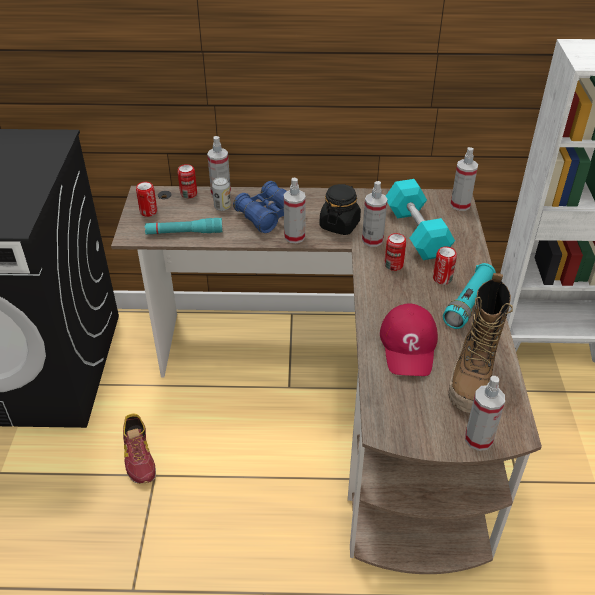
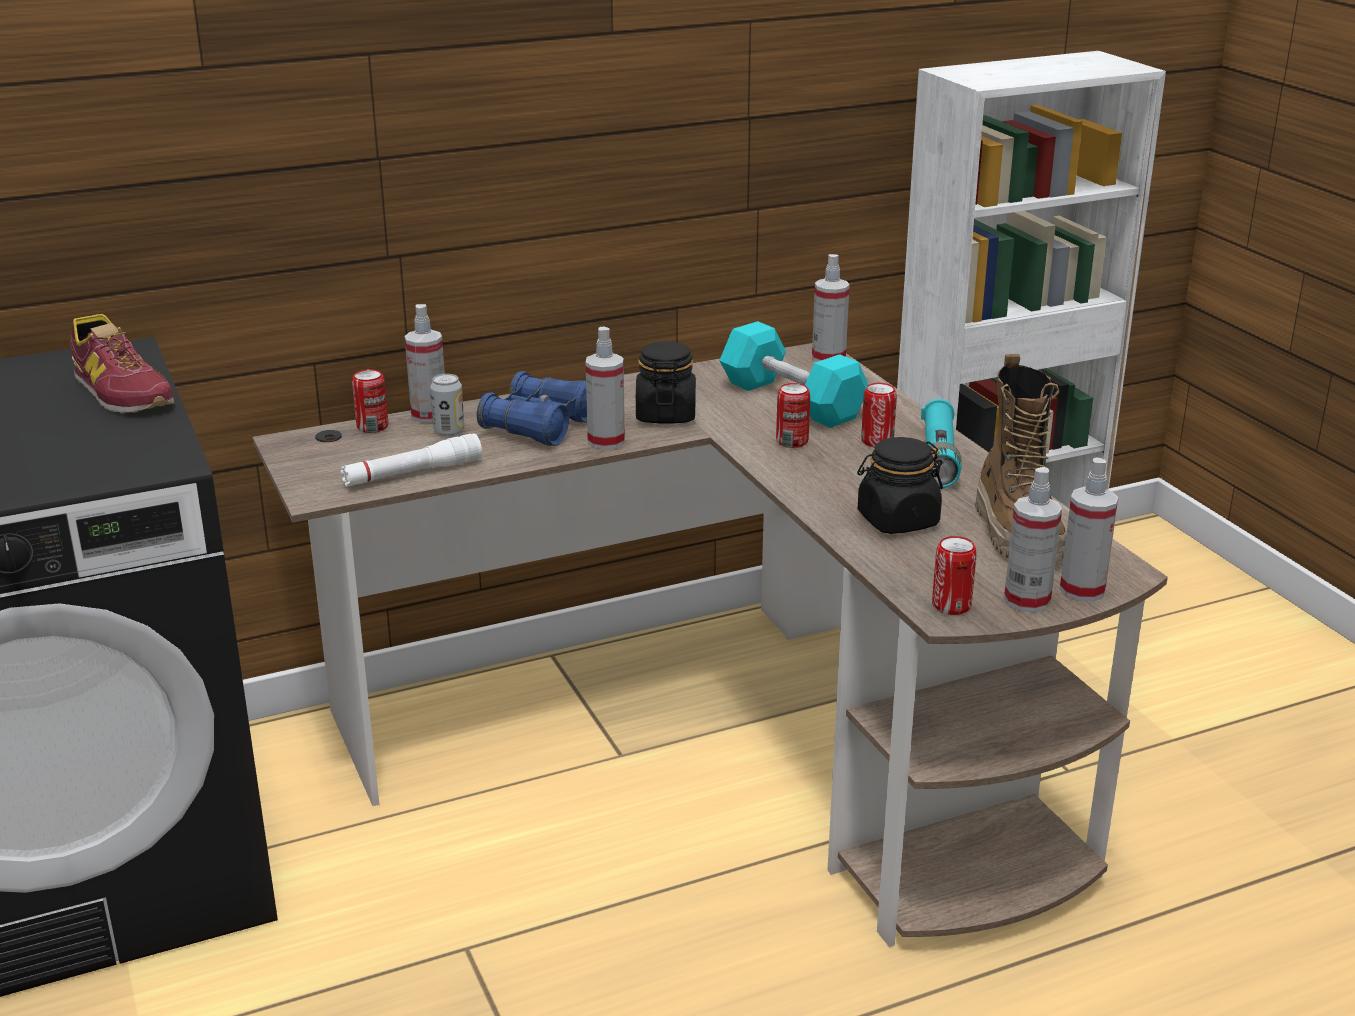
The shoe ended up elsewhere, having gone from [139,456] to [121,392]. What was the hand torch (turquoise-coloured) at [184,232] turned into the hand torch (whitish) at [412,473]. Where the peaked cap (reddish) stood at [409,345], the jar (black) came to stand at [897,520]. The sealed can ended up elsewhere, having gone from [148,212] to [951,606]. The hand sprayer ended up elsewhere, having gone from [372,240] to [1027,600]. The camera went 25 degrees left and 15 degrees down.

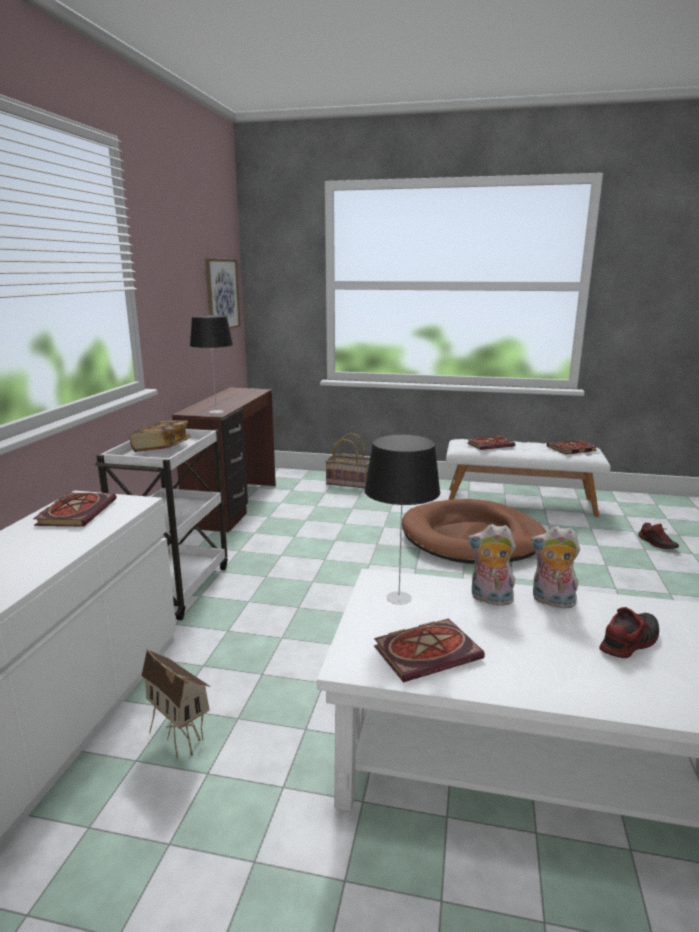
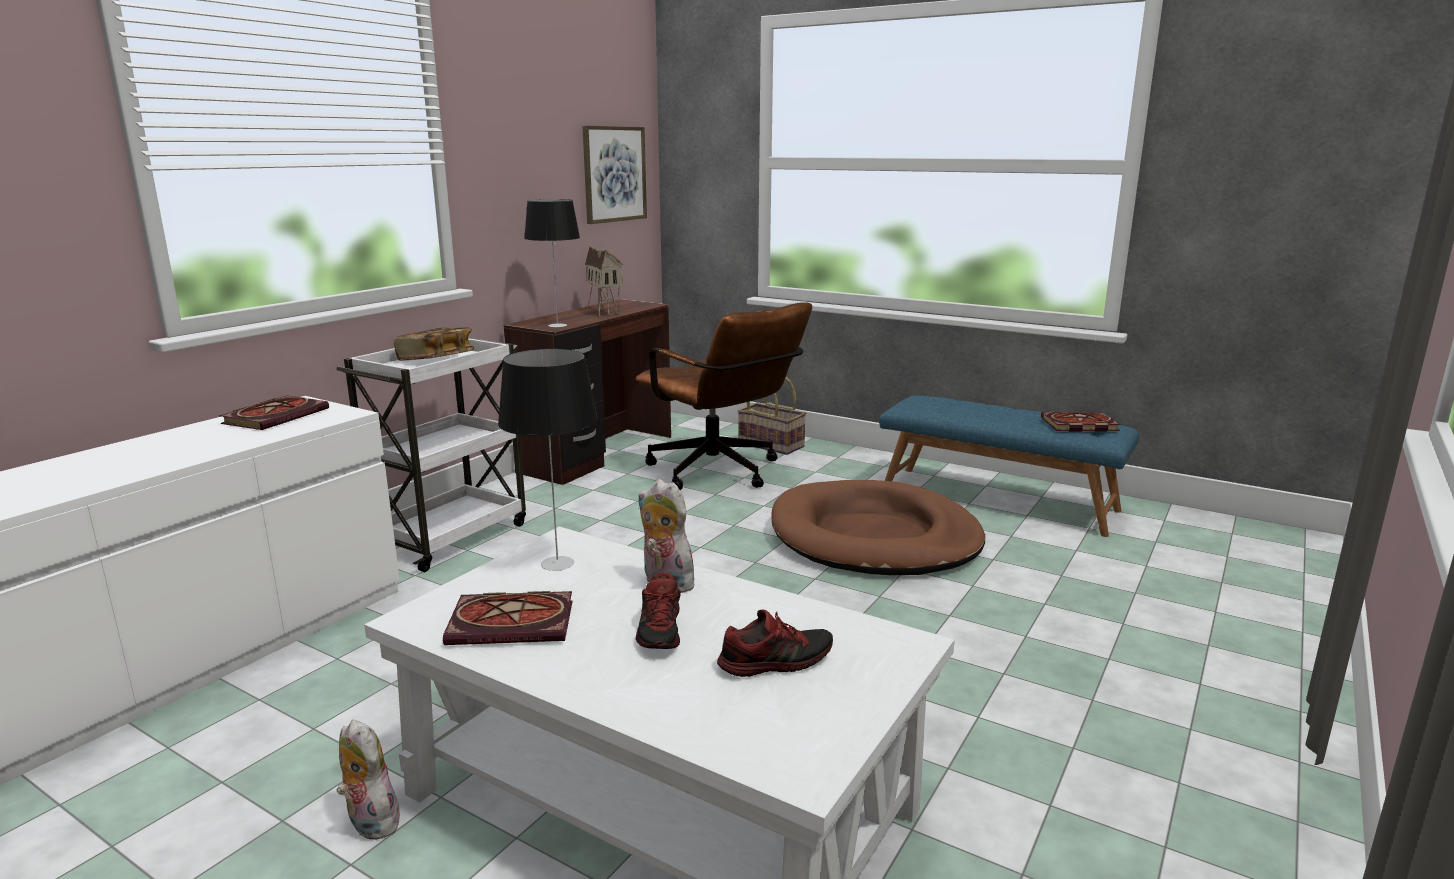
The soft toy ended up elsewhere, having gone from [551,601] to [369,822]. The toy house ended up elsewhere, having gone from [180,738] to [605,313]. The second view gained the office chair (brown-coloured) at [721,474]. The shoe ended up elsewhere, having gone from [657,543] to [661,630]. What was the long seat (whitish) at [519,501] turned into the long seat (blue) at [998,499]. The second view lost the bound book at [490,444]. The camera went 20 degrees right and 0 degrees up.

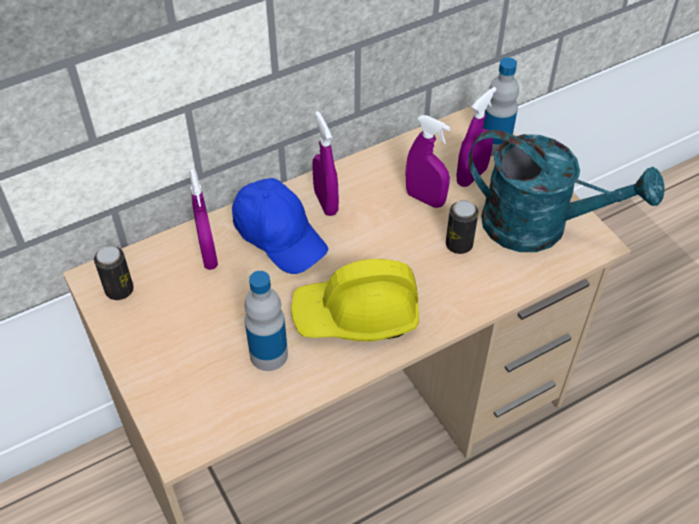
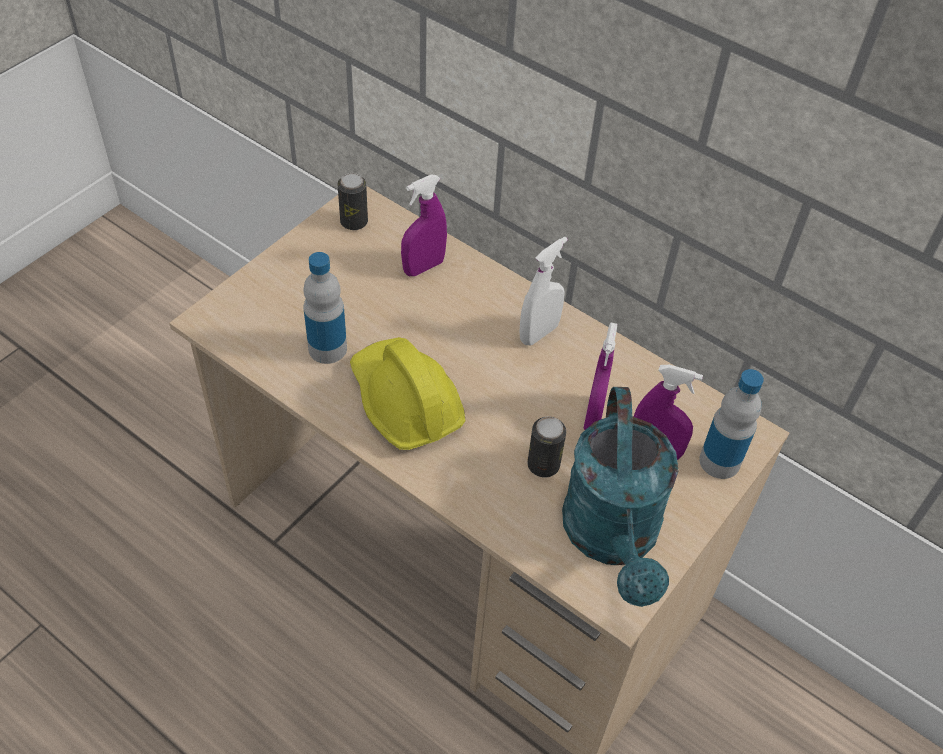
What was the hand sprayer (purple) at [326,202] turned into the hand sprayer (whitish) at [539,333]. The second view lost the peaked cap (blue) at [280,236]. The camera went 65 degrees right and 0 degrees up.

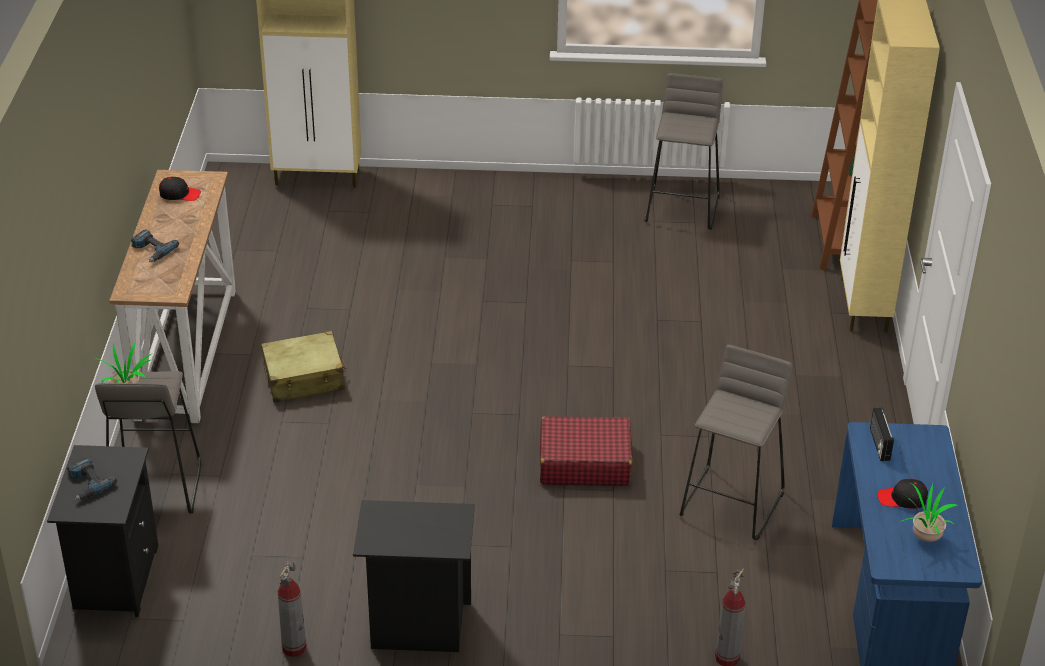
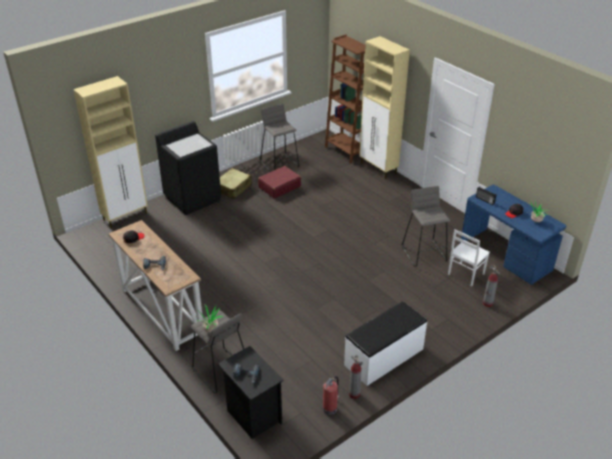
The second view gained the washing machine (black) at [193,198]. The suitcase (beige-coloured) ended up elsewhere, having gone from [304,378] to [233,188]. The suitcase (reddish) ended up elsewhere, having gone from [584,463] to [279,187]. The second view gained the extinguisher at [330,408]. Where the bedside table (black) stood at [416,626], the long seat (whitish) came to stand at [384,357]. The second view gained the plain chair (whitish) at [465,274]. The camera went 40 degrees left and 0 degrees up.

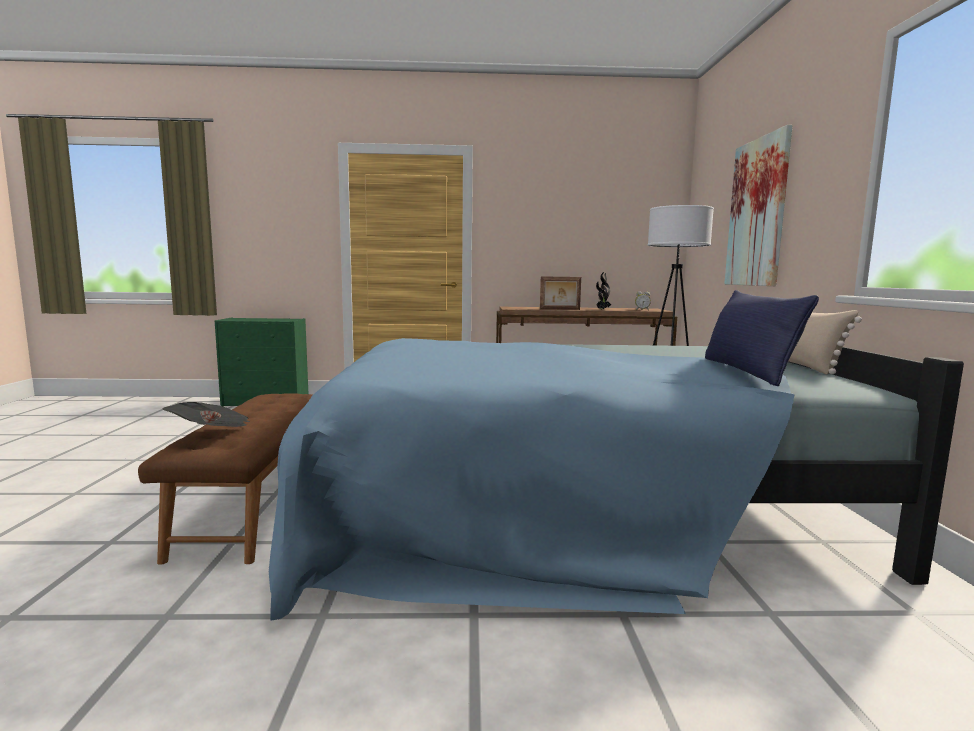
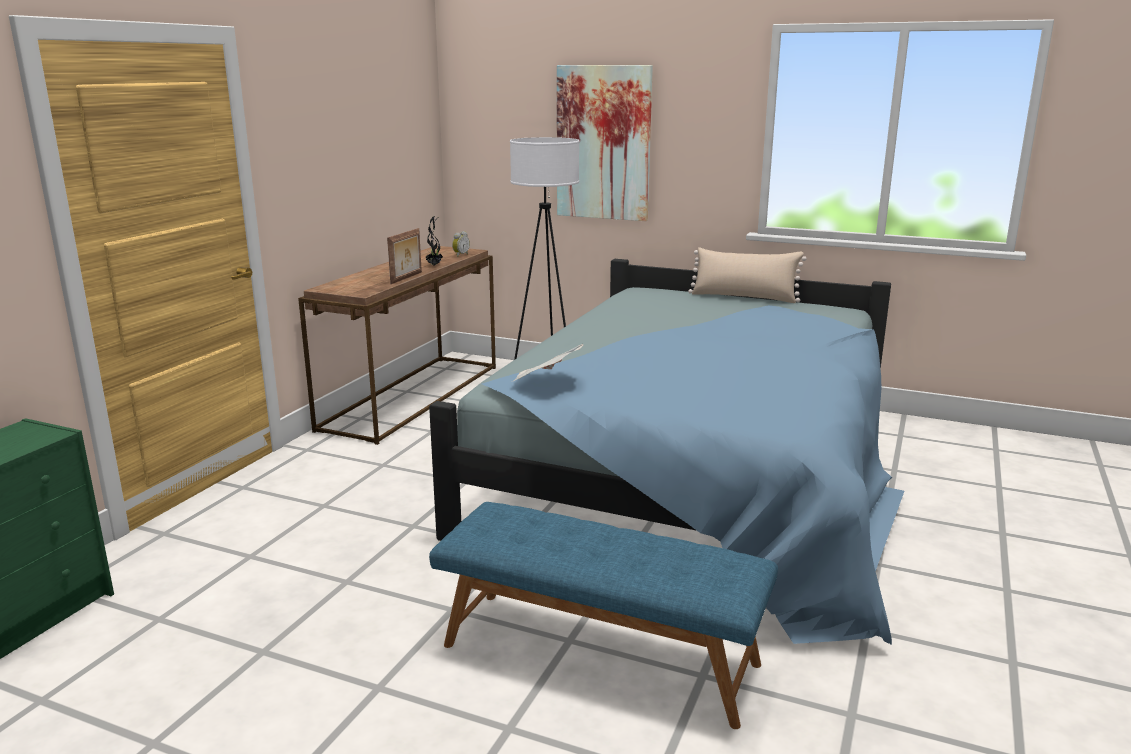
What was the long seat (brown-coloured) at [260,504] turned into the long seat (blue) at [600,653]. The daily paper ended up elsewhere, having gone from [213,436] to [546,382]. The second view lost the pillow (blue) at [747,371]. The camera went 65 degrees left and 10 degrees up.

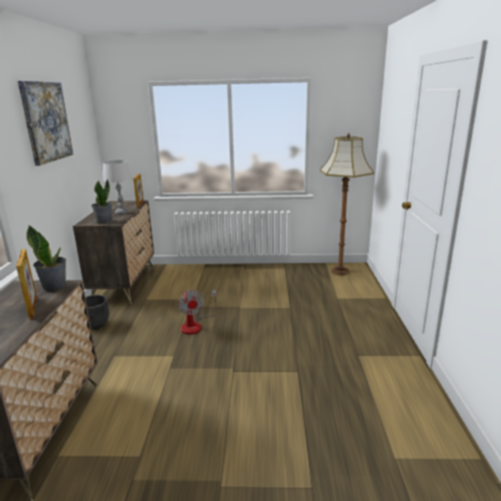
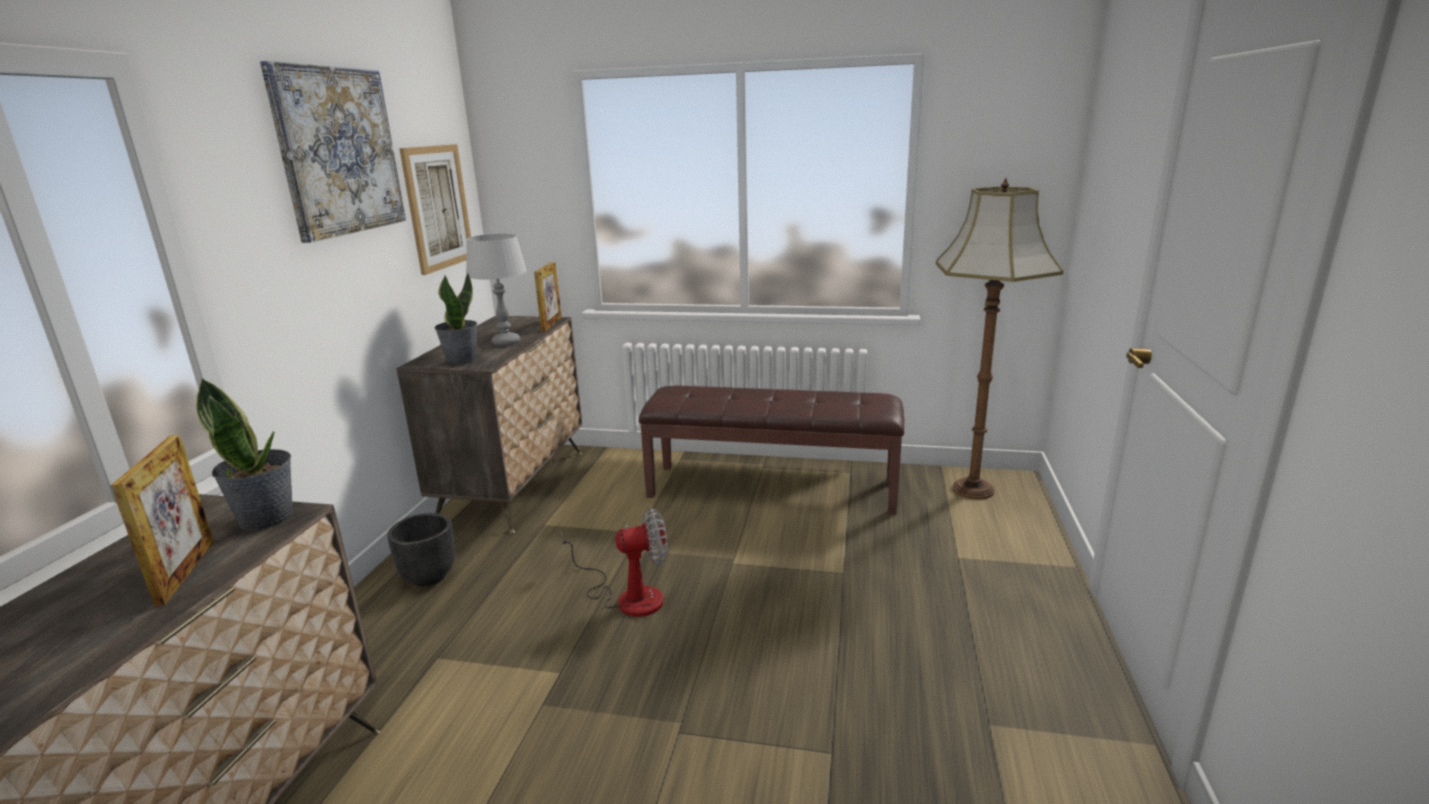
The second view gained the wall picture at [438,207]. The cooling fan at [195,324] ended up facing another way, 90 degrees counterclockwise from before. The second view gained the long seat (brown-coloured) at [772,488]. The camera went 10 degrees right and 0 degrees up.

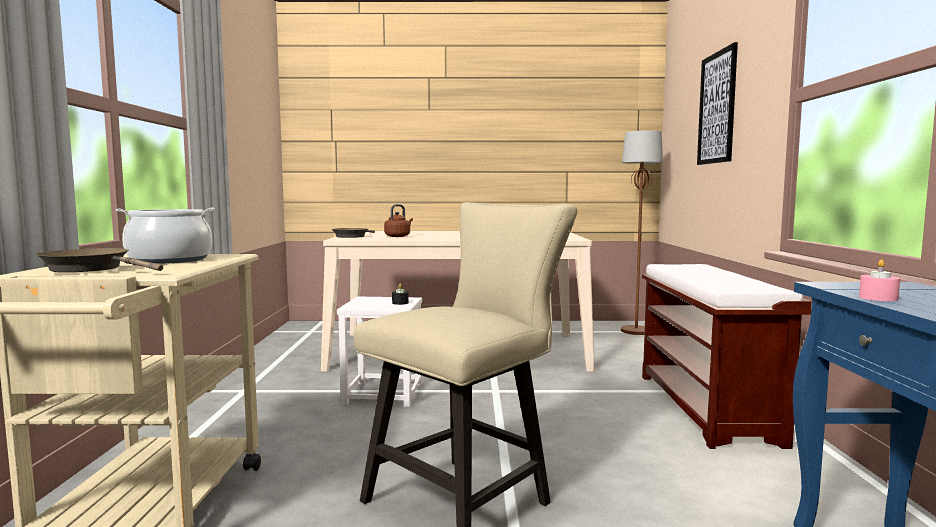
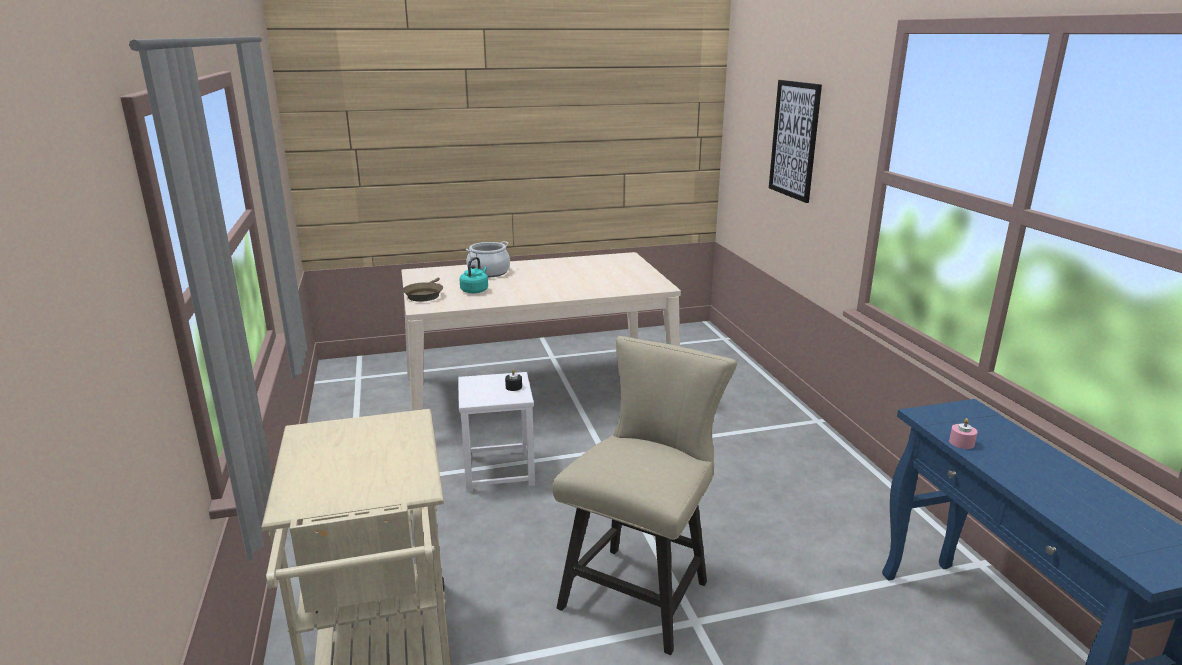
What was the kettle (brown-coloured) at [398,236] turned into the kettle (turquoise-coloured) at [475,290]. The stockpot ended up elsewhere, having gone from [170,260] to [489,272]. The second view lost the pan (brown-coloured) at [92,269]. The second view lost the standard lamp (brown-coloured) at [636,331]. The second view lost the long seat (brown-coloured) at [707,408]. The camera went 15 degrees left and 15 degrees up.

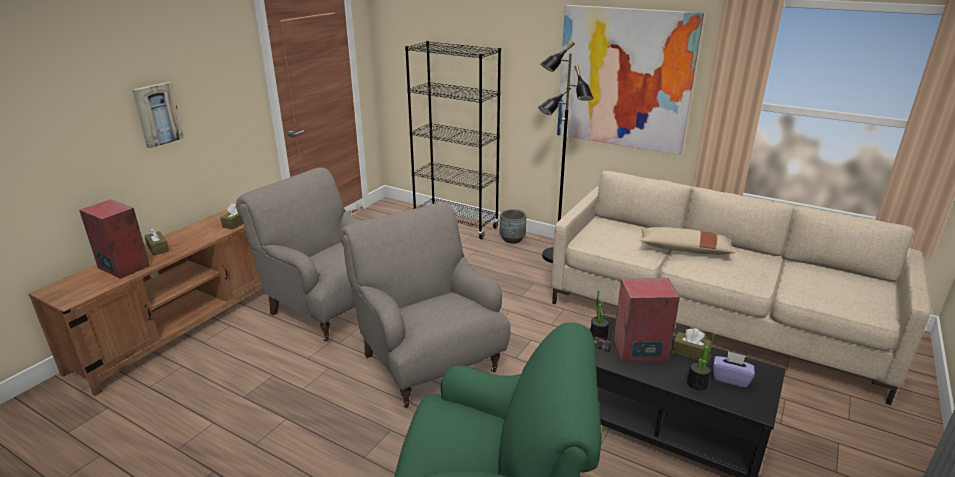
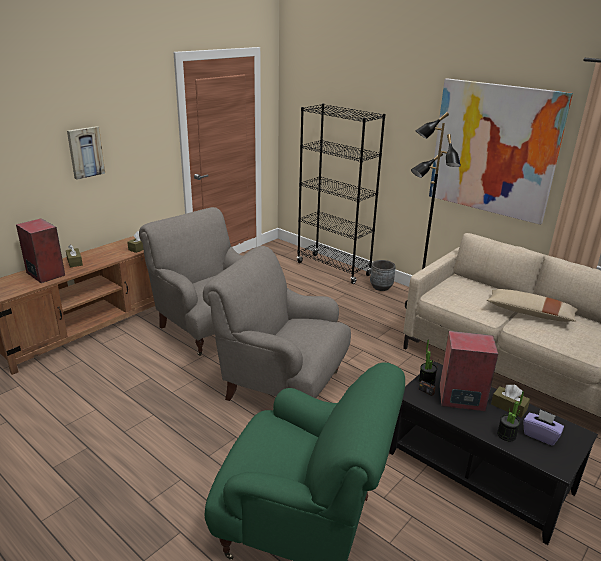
The armchair (gray) at [428,362] ended up facing another way, 45 degrees counterclockwise from before. The camera went 10 degrees right and 0 degrees up.

